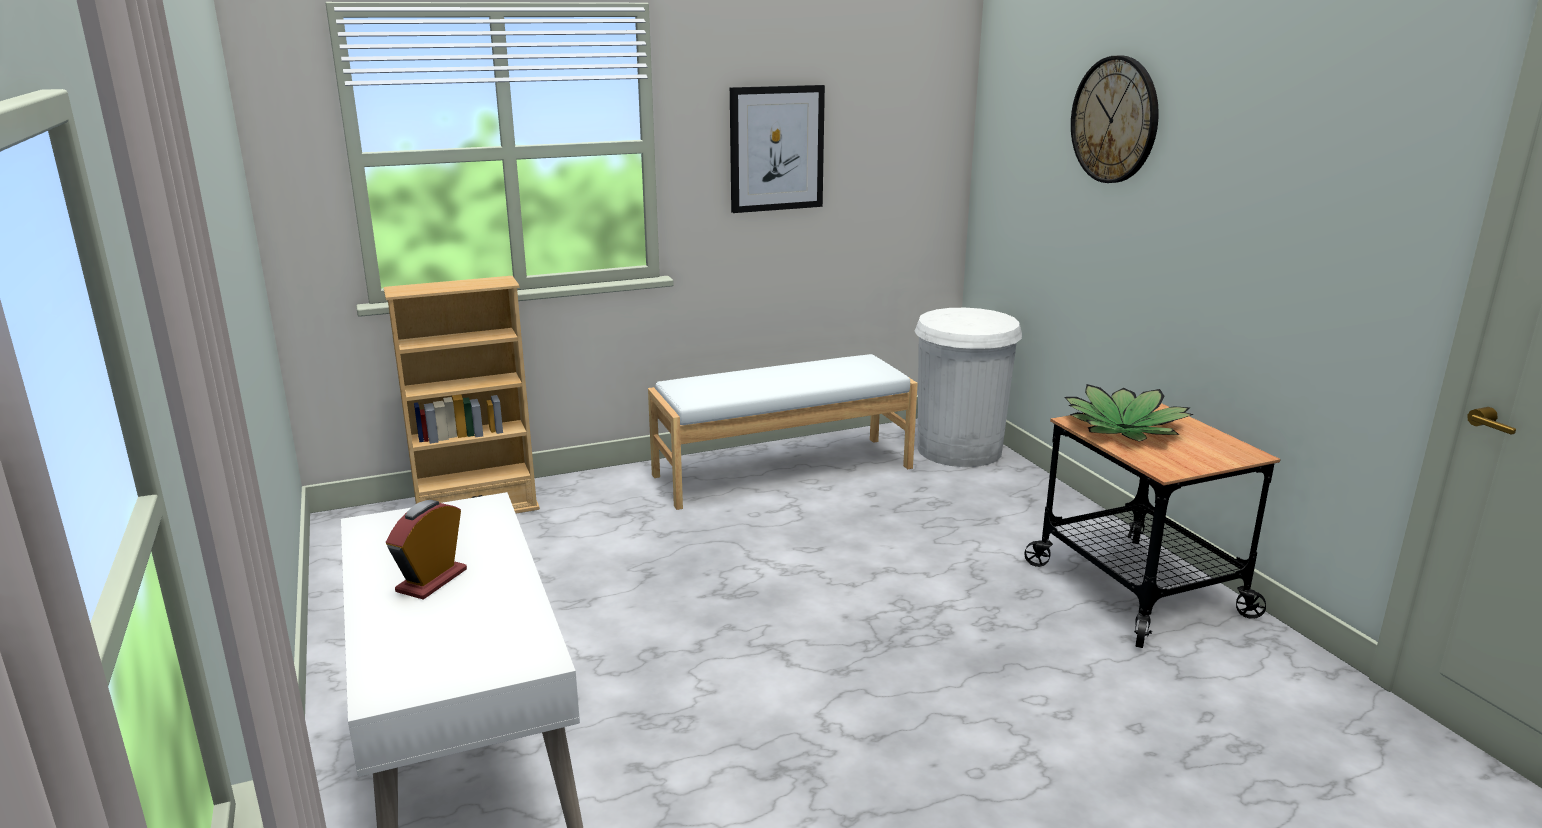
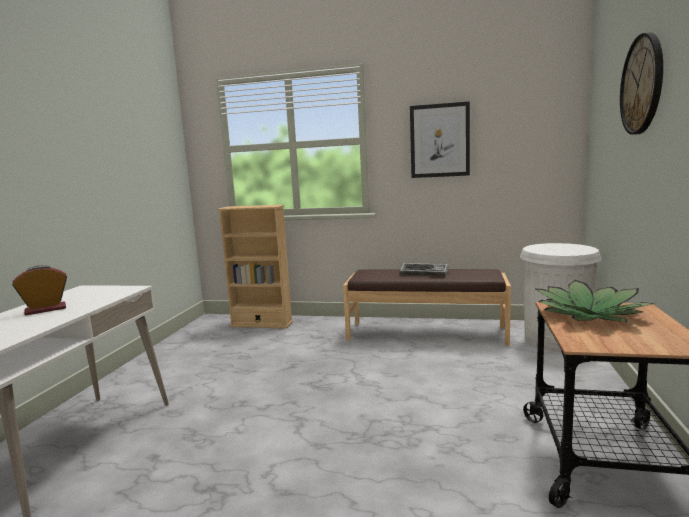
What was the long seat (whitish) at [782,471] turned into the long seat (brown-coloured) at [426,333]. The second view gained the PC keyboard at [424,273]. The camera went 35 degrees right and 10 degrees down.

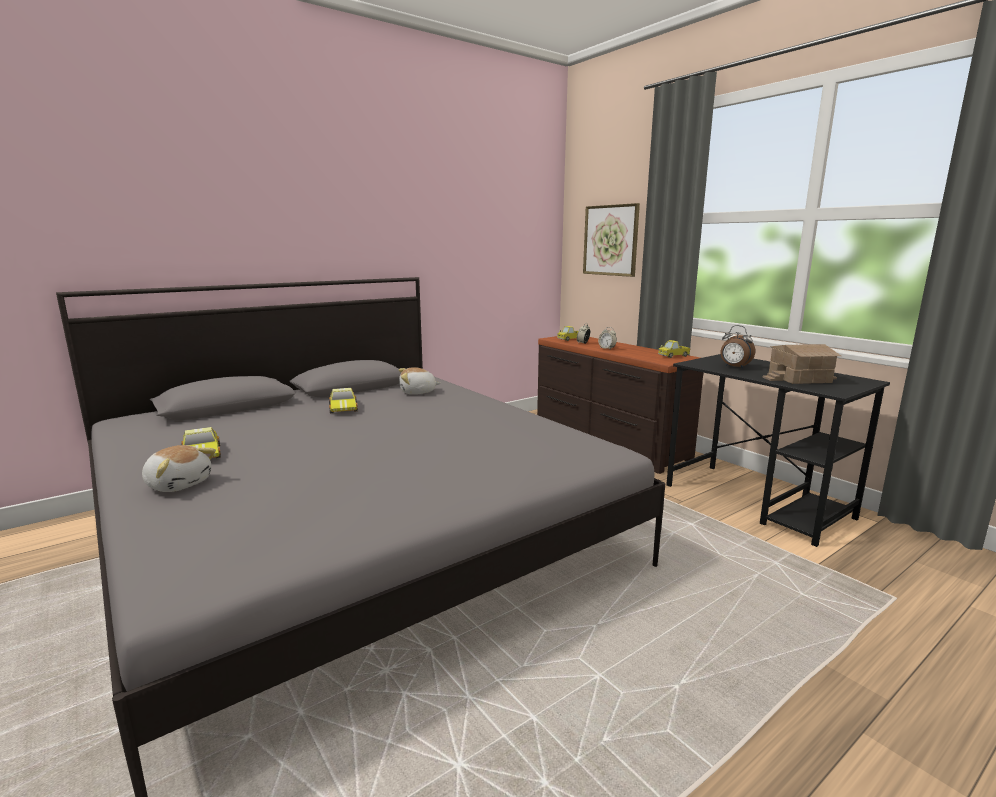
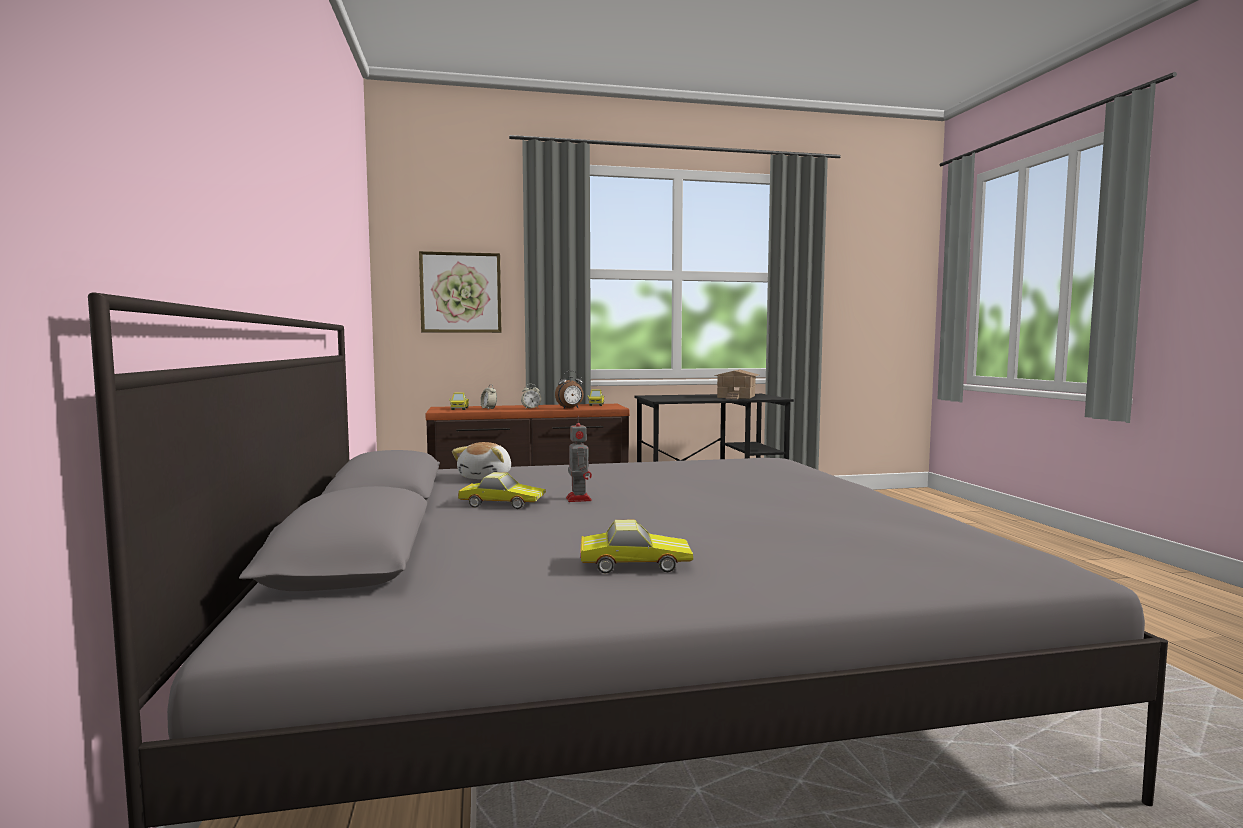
The alarm clock ended up elsewhere, having gone from [734,367] to [570,408]. The second view gained the robot figure at [578,499]. The second view lost the soft toy at [179,484]. The camera went 65 degrees left and 10 degrees down.

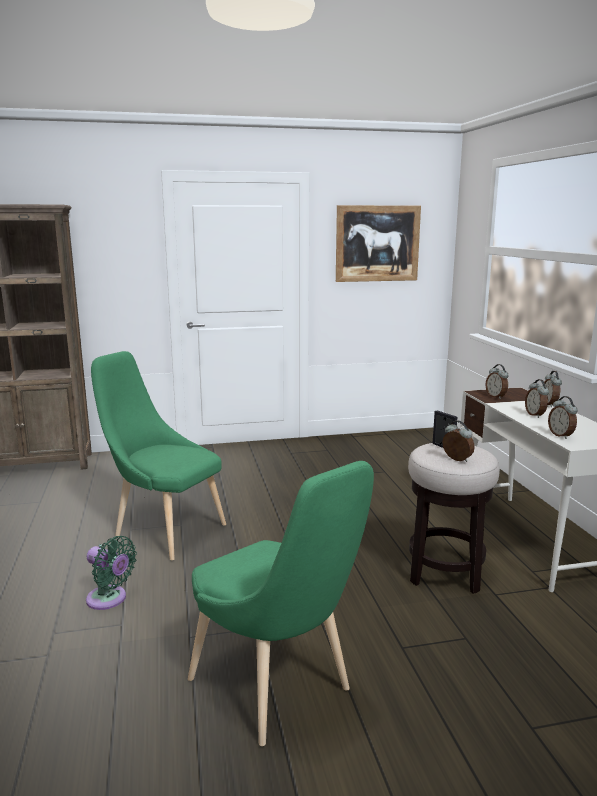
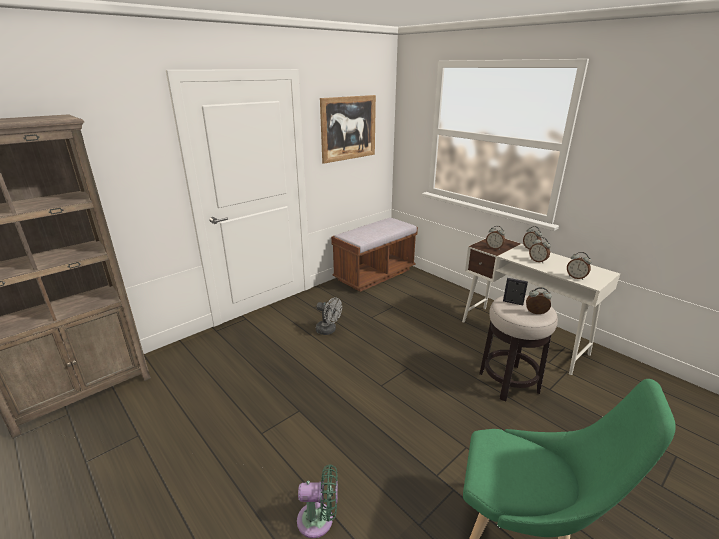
The second view gained the cooling fan (gray) at [328,330]. The second view gained the long seat (brown-coloured) at [374,275]. The second view lost the plain chair (greenish) at [164,530]. The camera went 30 degrees left and 10 degrees up.

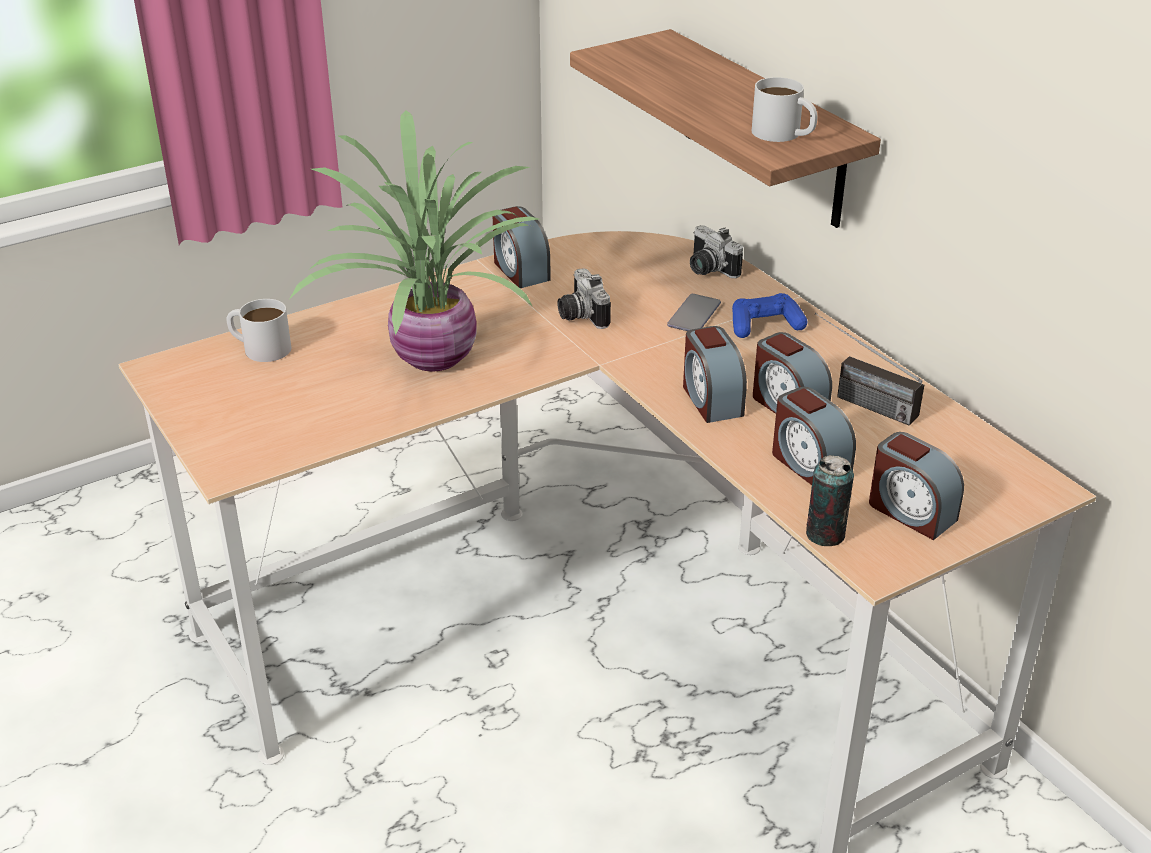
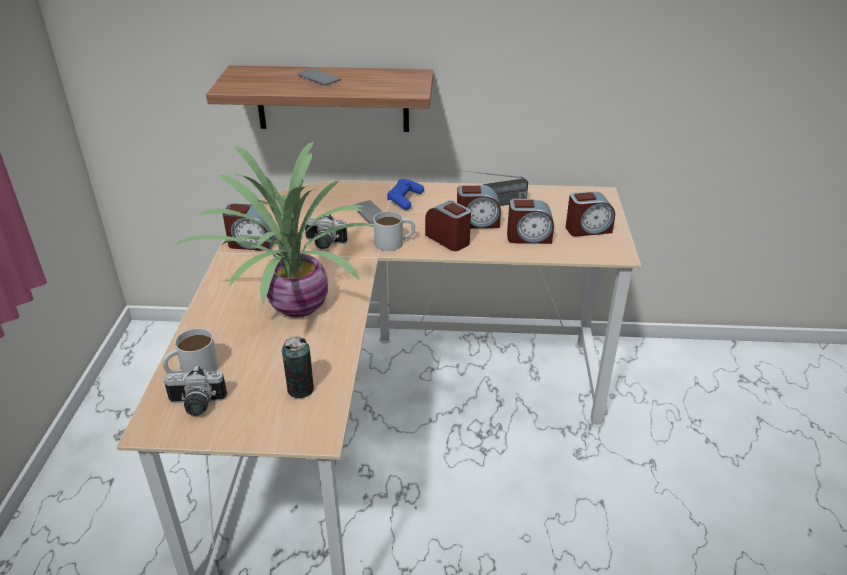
The photo camera ended up elsewhere, having gone from [707,269] to [196,405]. The sealed can ended up elsewhere, having gone from [825,534] to [300,389]. The second view gained the phone at [318,78]. The coffee mug (whitish) ended up elsewhere, having gone from [784,134] to [395,242]. The alarm clock at [711,399] ended up facing another way, 150 degrees counterclockwise from before. The camera went 55 degrees left and 0 degrees up.

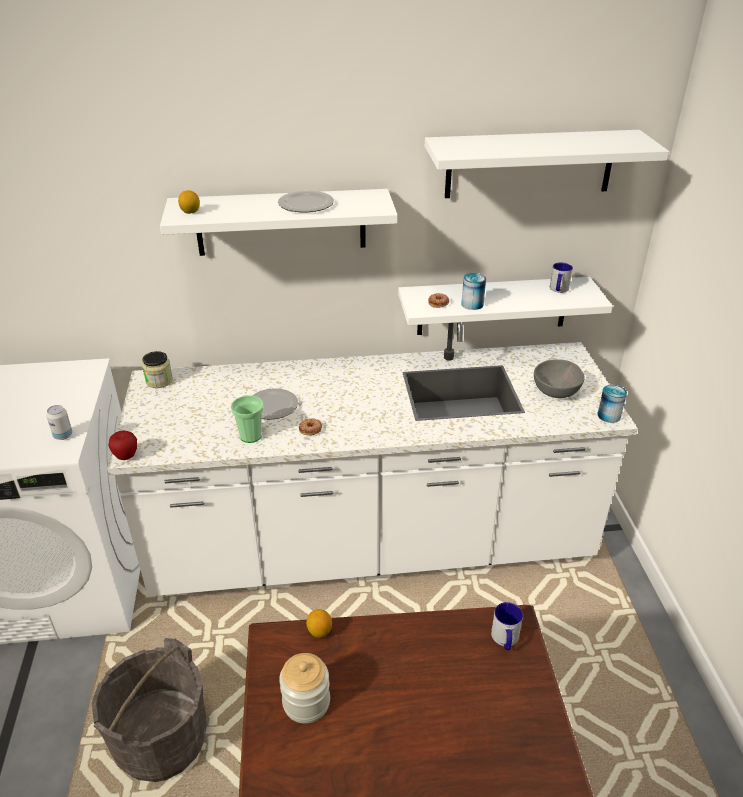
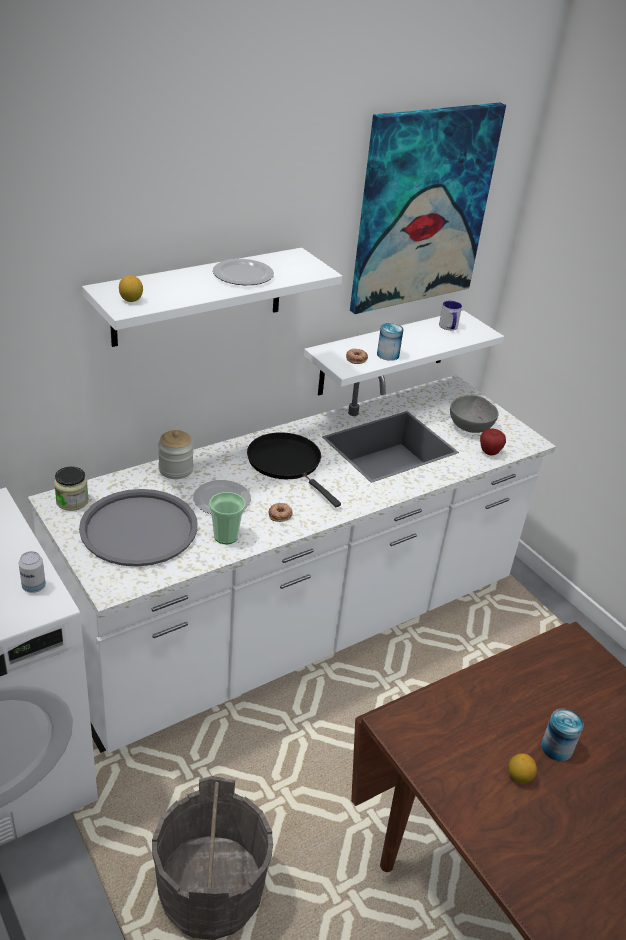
The second view gained the tray (gray) at [139,529]. The jar ended up elsewhere, having gone from [306,702] to [176,469]. The second view gained the pan (black) at [287,463]. Where the shelf (whitish) hung at [529,164], the wall picture came to hang at [423,208]. The whole apple ended up elsewhere, having gone from [126,456] to [489,452]. The lemon ended up elsewhere, having gone from [319,631] to [519,777]. The sealed can ended up elsewhere, having gone from [609,415] to [556,748]. The second view lost the coffee mug at [505,640]. The camera went 30 degrees left and 0 degrees up.

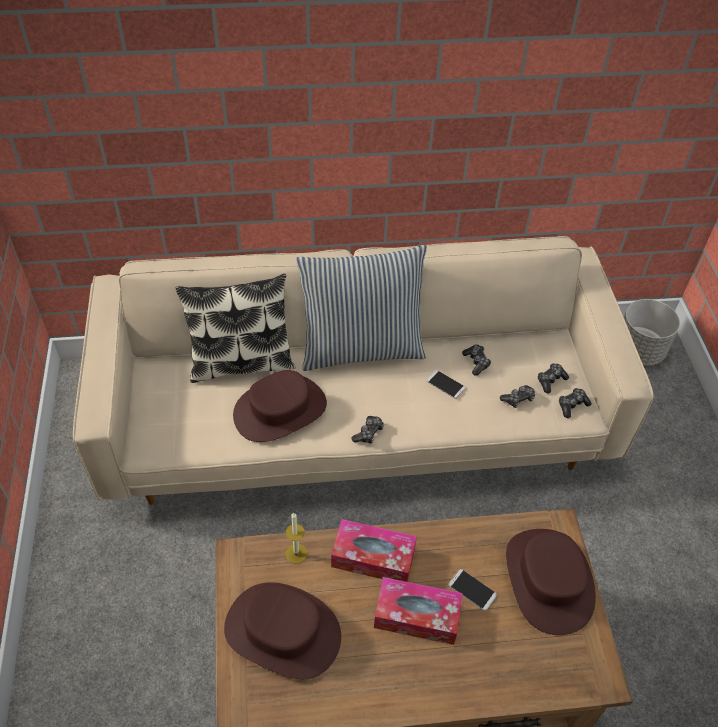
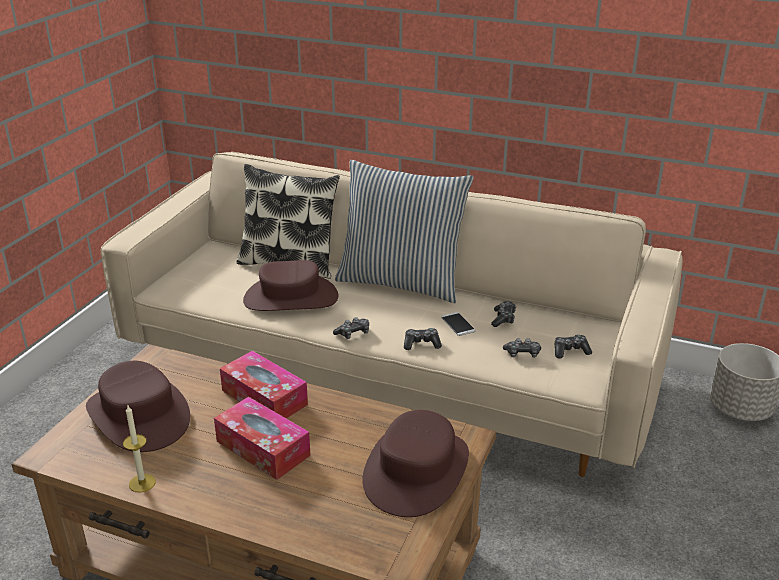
The wax light ended up elsewhere, having gone from [296,553] to [142,483]. The joypad ended up elsewhere, having gone from [572,405] to [421,344]. The second view lost the phone at [472,590]. The camera went 30 degrees right and 20 degrees down.

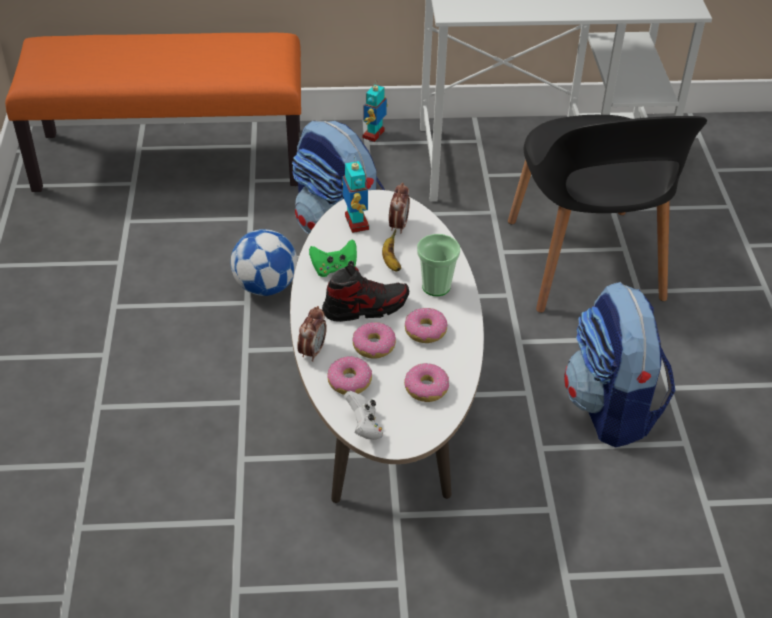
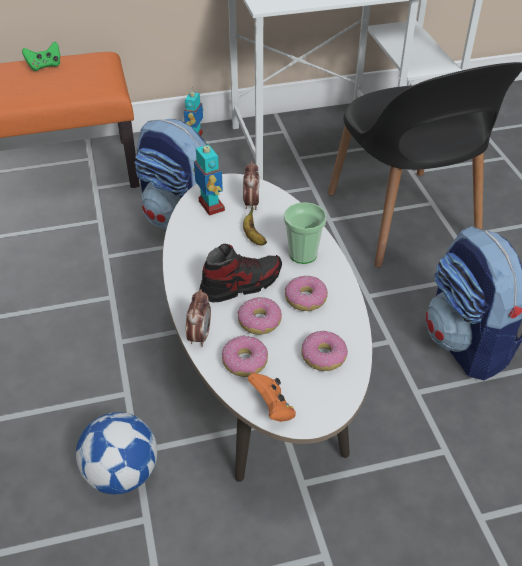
The joypad (greenish) ended up elsewhere, having gone from [334,269] to [45,66]. The football ball ended up elsewhere, having gone from [266,286] to [122,474]. What was the joypad (whitish) at [364,427] turned into the joypad (orangey) at [273,408]. The camera went 10 degrees left and 0 degrees up.

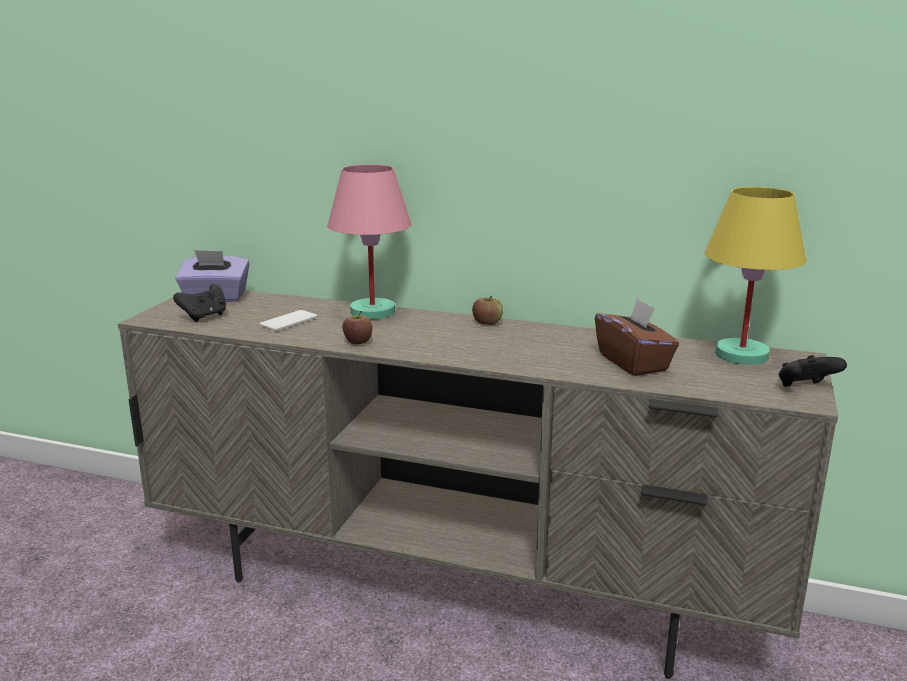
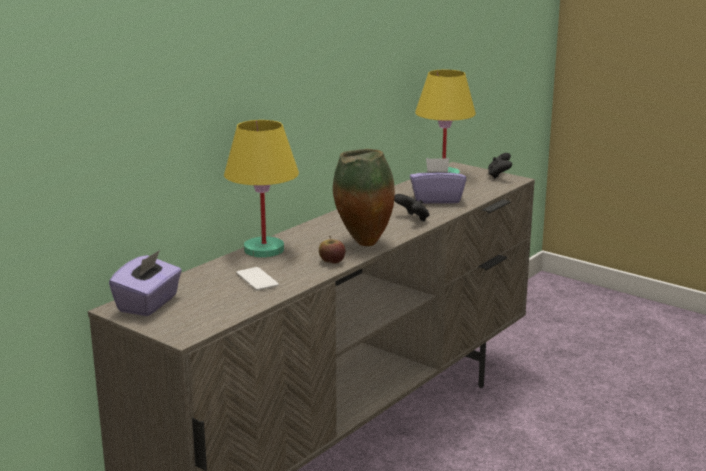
What was the lamp for a table (pinkish) at [372,311] turned into the lamp for a table (yellow-coloured) at [263,250]. The second view gained the flower vase at [363,244]. The joypad (black) ended up elsewhere, having gone from [204,317] to [412,219]. What was the tissue holder (brown-coloured) at [633,362] turned into the tissue holder (purple) at [436,199]. The second view lost the whole apple at [487,322]. The camera went 70 degrees left and 0 degrees up.

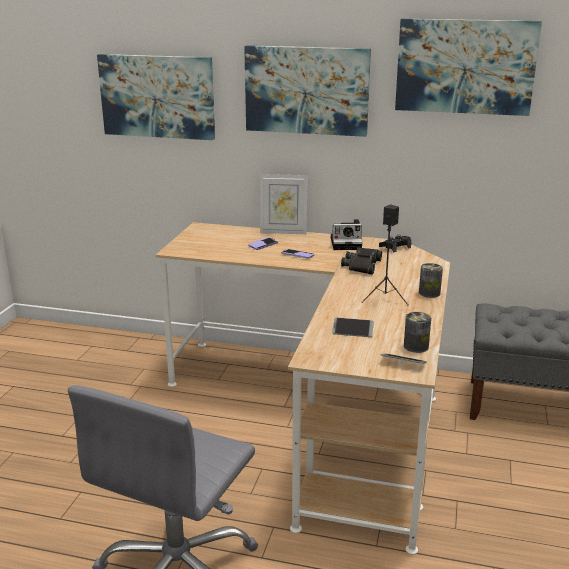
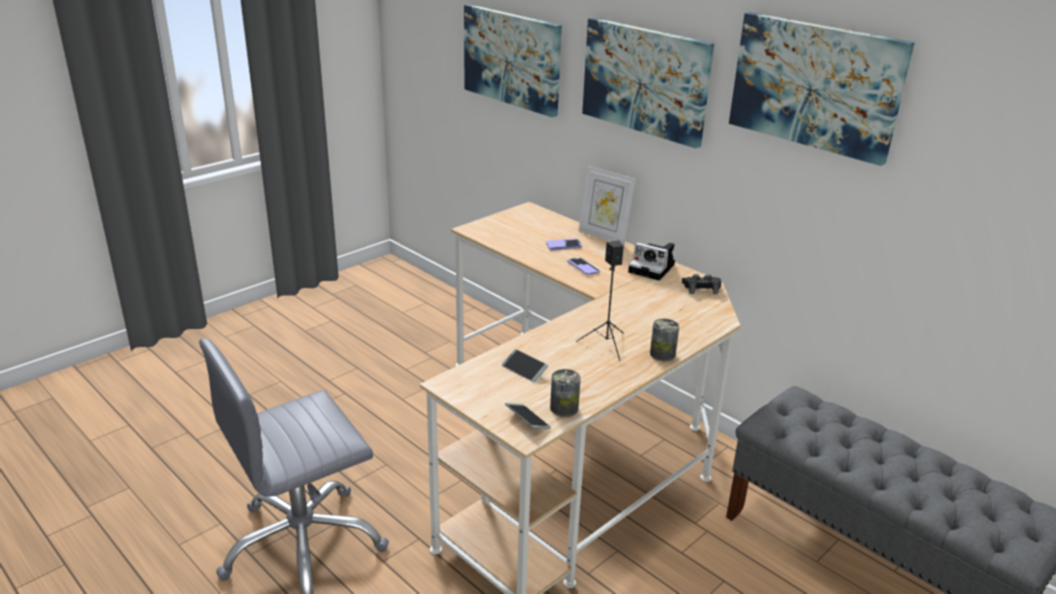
The second view lost the pair of binoculars (black) at [362,265]. The camera went 30 degrees right and 5 degrees up.

